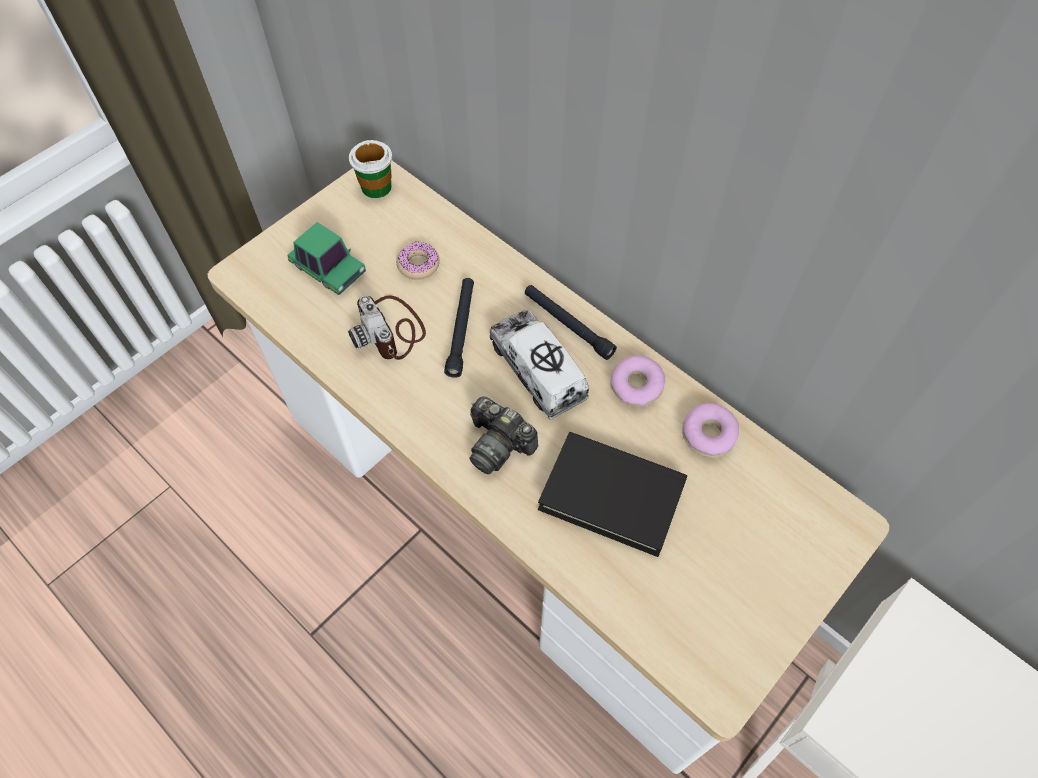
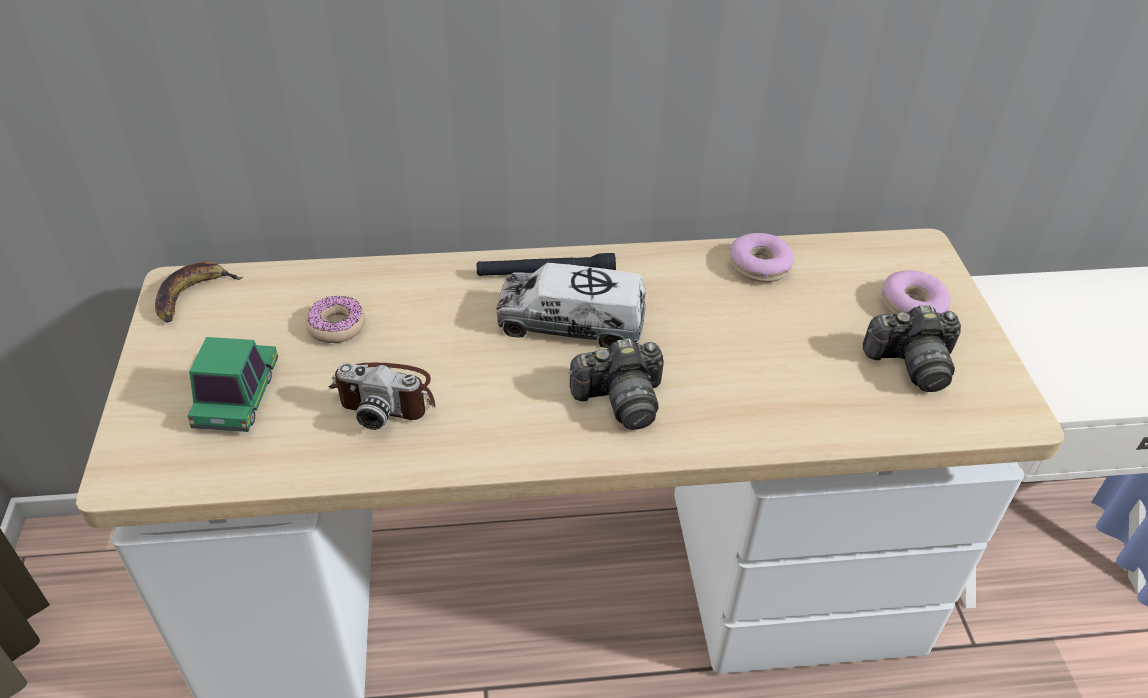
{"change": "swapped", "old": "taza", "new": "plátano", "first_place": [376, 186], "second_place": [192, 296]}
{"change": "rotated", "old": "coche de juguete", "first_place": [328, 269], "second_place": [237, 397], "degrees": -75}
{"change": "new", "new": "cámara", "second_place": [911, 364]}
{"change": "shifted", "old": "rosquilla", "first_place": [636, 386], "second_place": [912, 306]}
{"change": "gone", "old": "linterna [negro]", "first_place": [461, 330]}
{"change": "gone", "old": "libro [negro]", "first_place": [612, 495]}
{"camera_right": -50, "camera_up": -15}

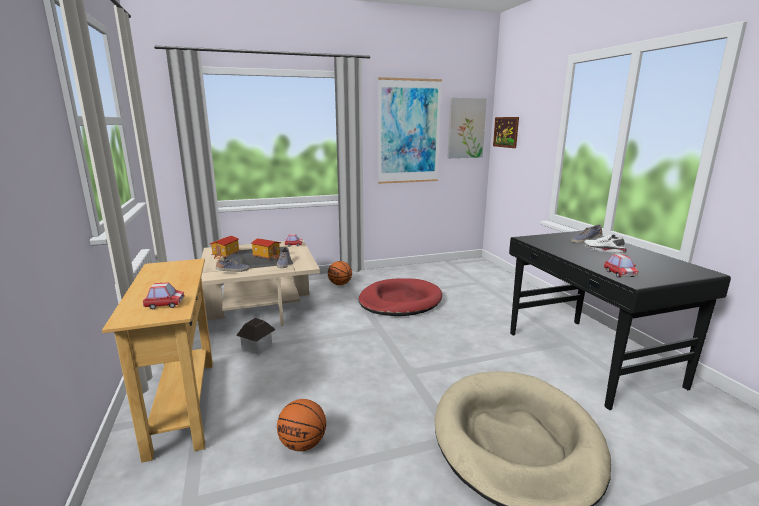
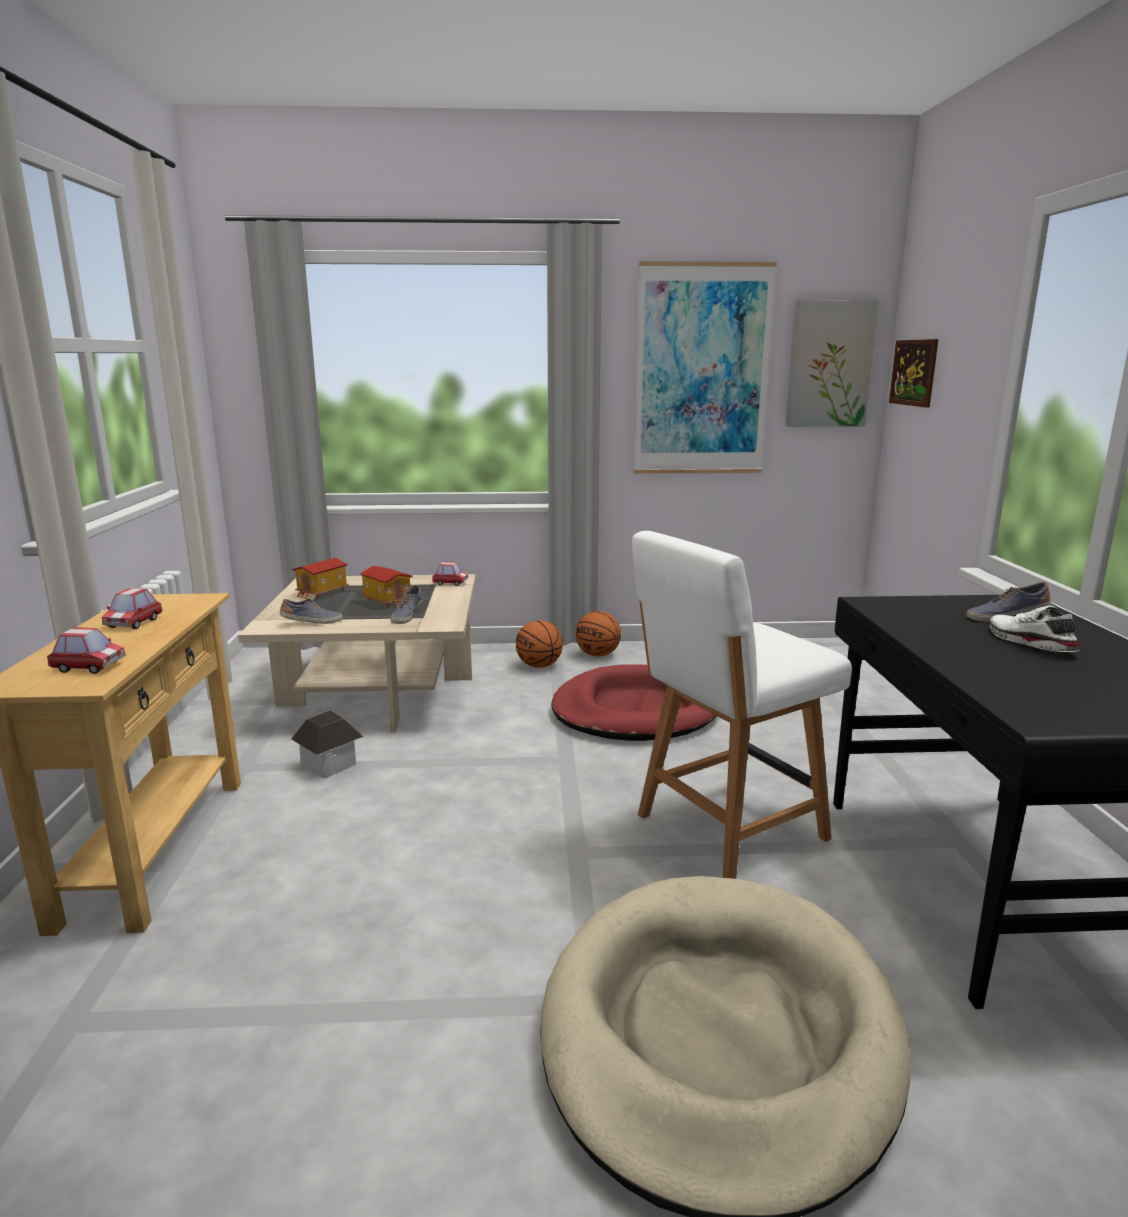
{"change": "shifted", "old": "coche de juguete", "first_place": [619, 274], "second_place": [134, 623]}
{"change": "shifted", "old": "balón de baloncesto", "first_place": [303, 444], "second_place": [598, 655]}
{"change": "new", "new": "silla [blanco]", "second_place": [726, 829]}
{"camera_right": 15, "camera_up": 0}

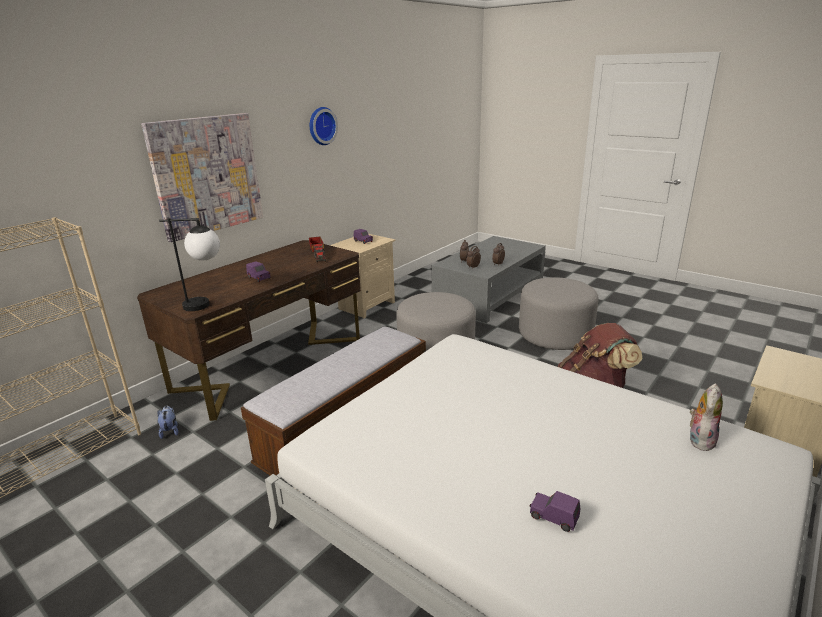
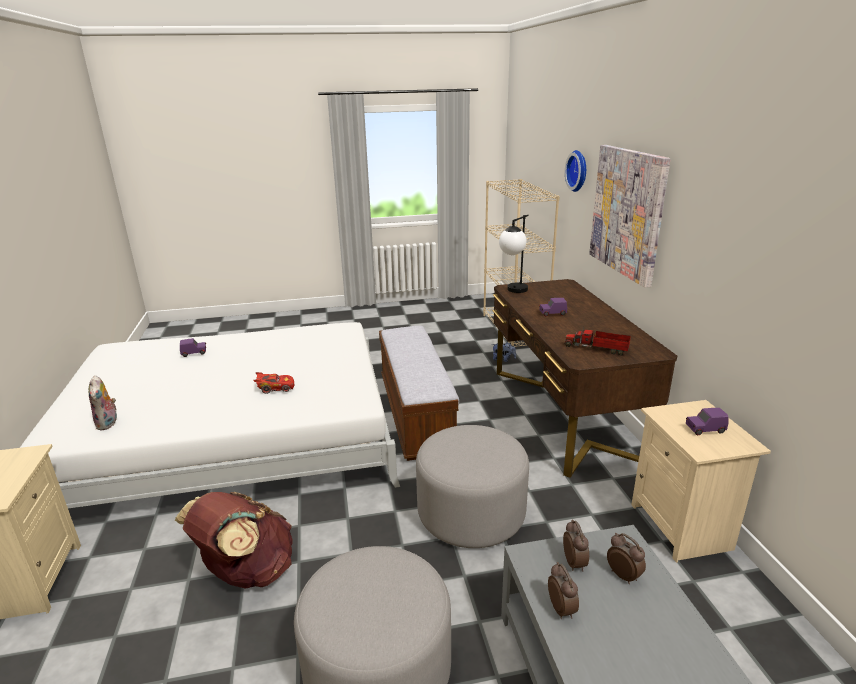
{"change": "new", "new": "coche de juguete [rojo]", "second_place": [275, 388]}
{"change": "shifted", "old": "reloj de pared", "first_place": [321, 126], "second_place": [579, 171]}
{"camera_right": 130, "camera_up": 0}

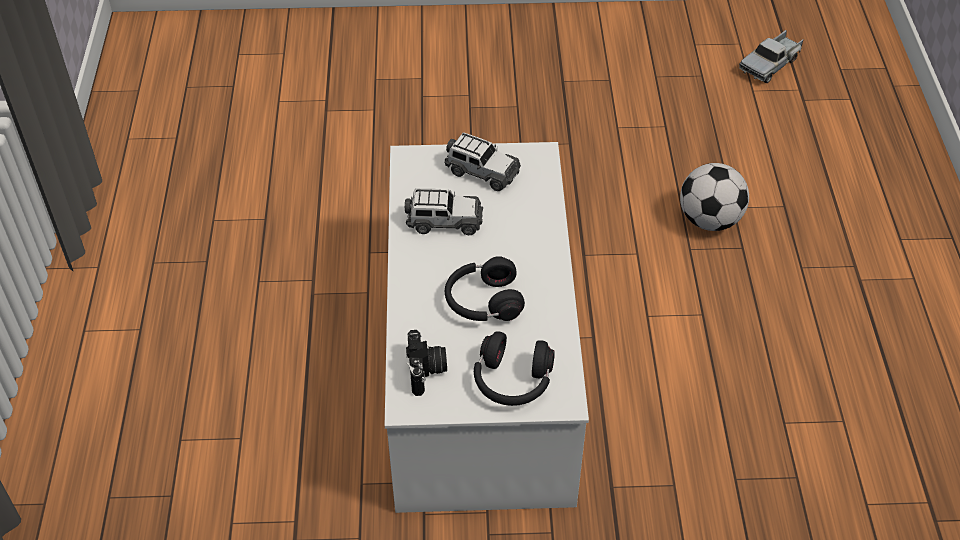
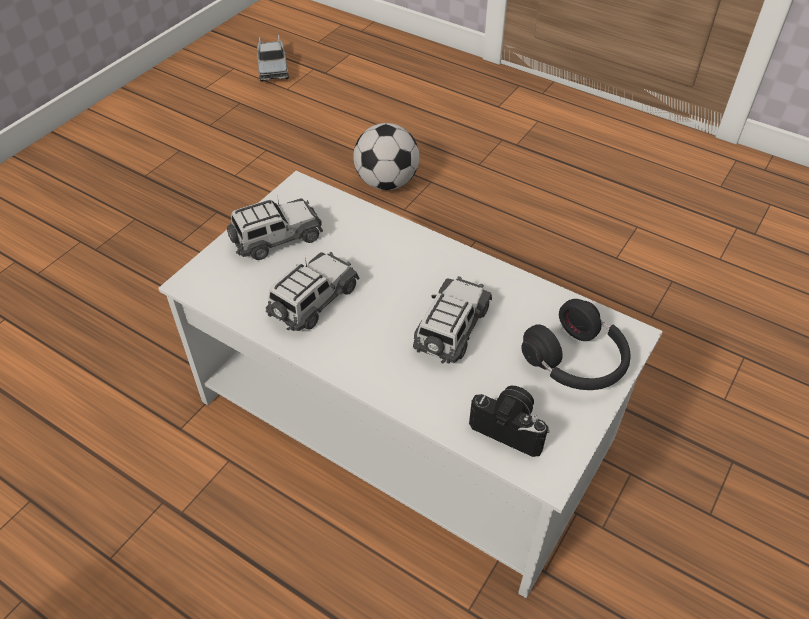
{"change": "swapped", "old": "auriculares [negro]", "new": "coche de juguete", "first_place": [482, 302], "second_place": [451, 329]}
{"camera_right": -55, "camera_up": 0}

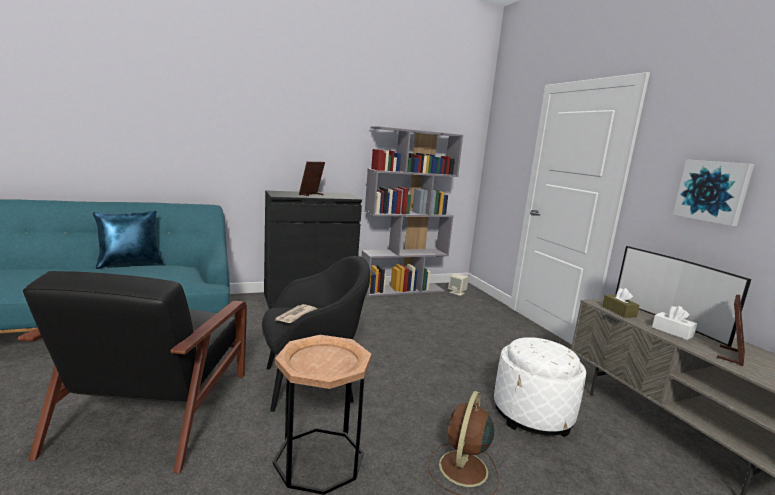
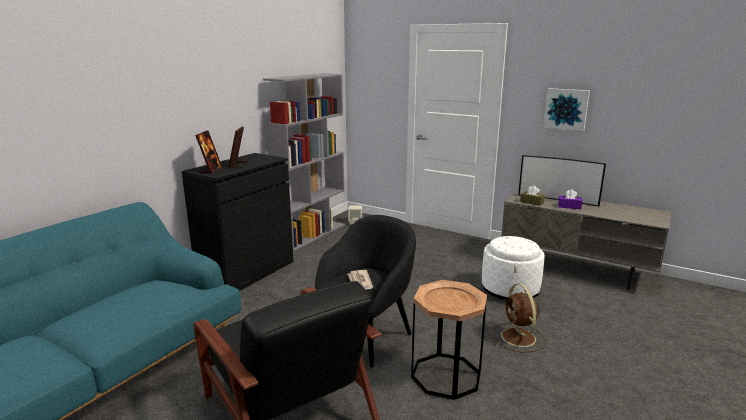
{"change": "shifted", "old": "portarretratos", "first_place": [730, 355], "second_place": [210, 170]}
{"change": "repainted", "old": "caja de pañuelos [blanco]", "new": "caja de pañuelos [morado]", "first_place": [672, 332], "second_place": [569, 206]}
{"change": "gone", "old": "cojín [azul]", "first_place": [130, 263]}
{"camera_right": -35, "camera_up": 5}

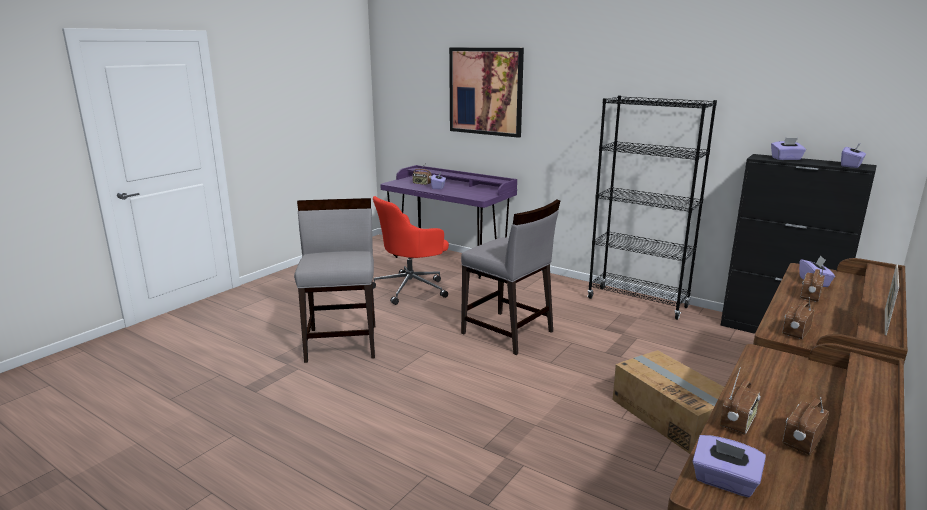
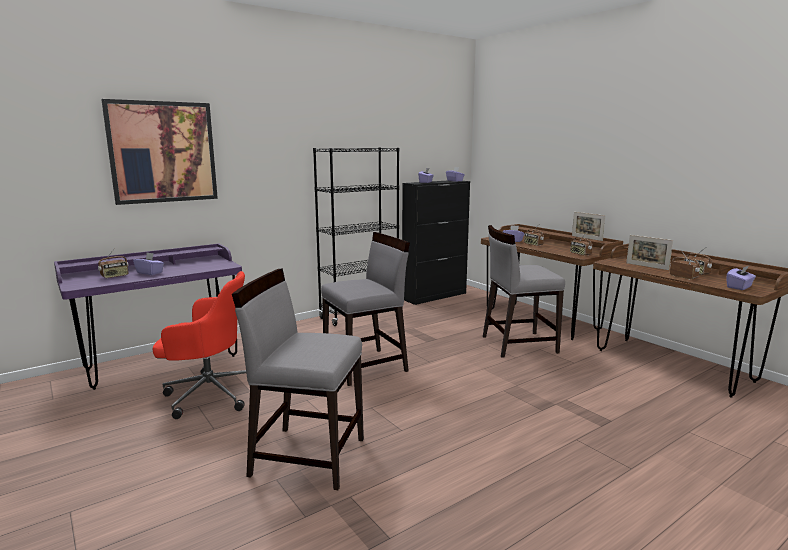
{"change": "rotated", "old": "silla de oficina [rojo]", "first_place": [411, 288], "second_place": [209, 393], "degrees": -75}
{"change": "swapped", "old": "caja de cartón", "new": "silla [gris]", "first_place": [671, 416], "second_place": [518, 344]}
{"change": "new", "new": "portarretratos", "second_place": [647, 266]}
{"camera_right": -70, "camera_up": -5}

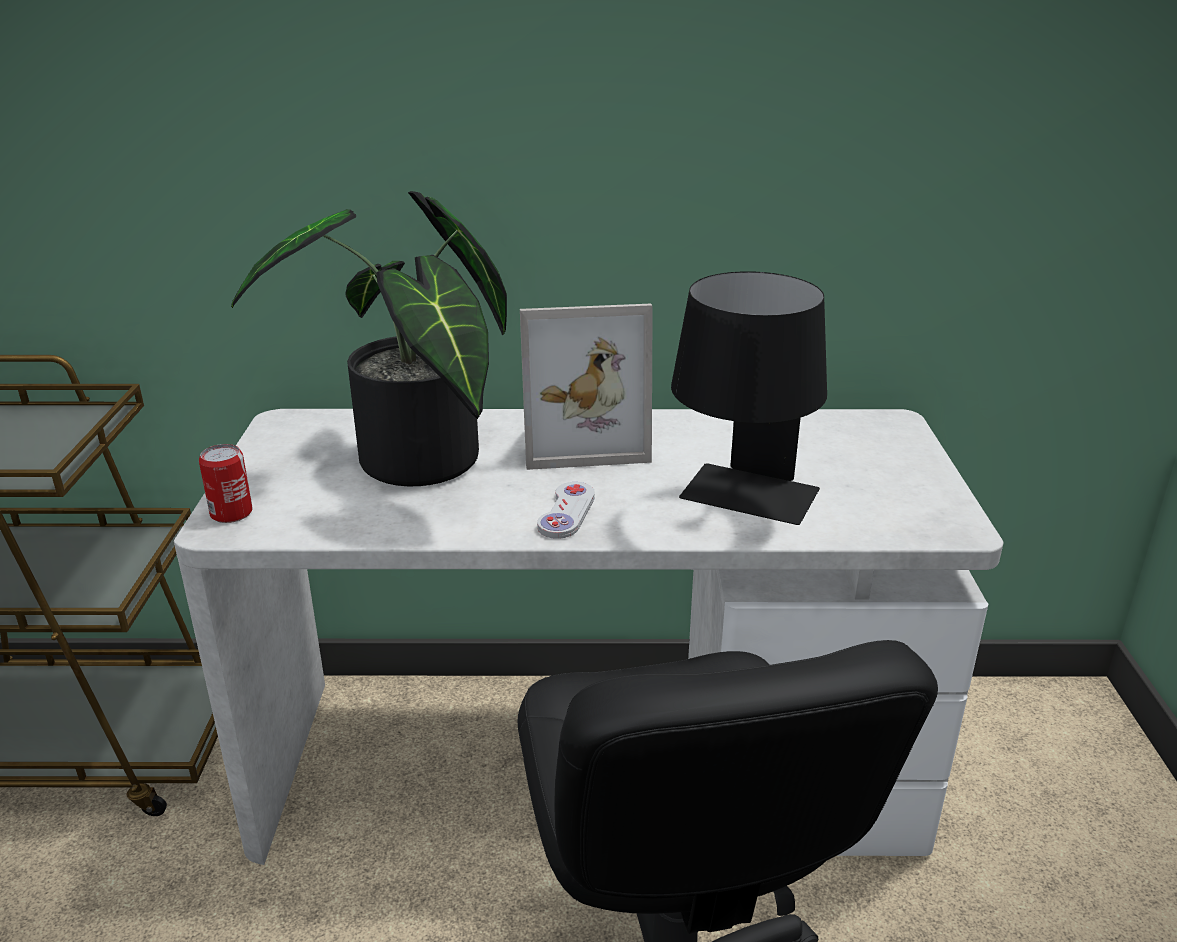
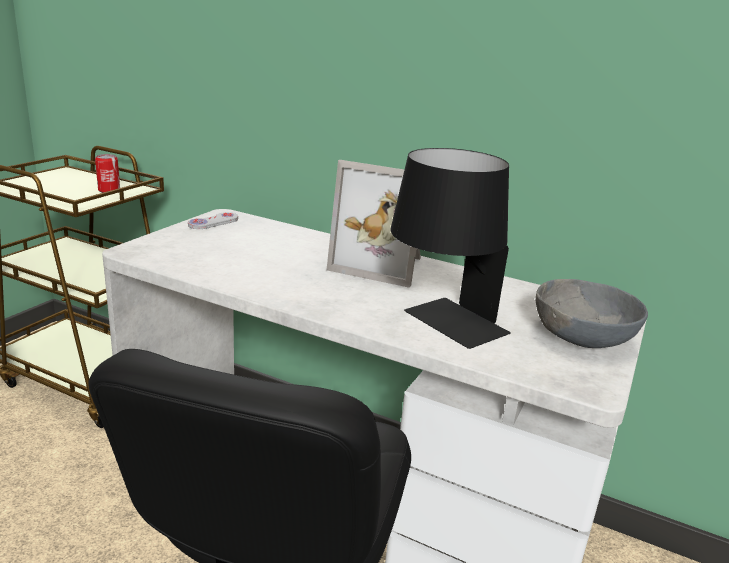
{"change": "shifted", "old": "lata", "first_place": [231, 513], "second_place": [109, 190]}
{"change": "shifted", "old": "mando de consola [blanco]", "first_place": [566, 512], "second_place": [213, 222]}
{"change": "new", "new": "cuenco [gris]", "second_place": [583, 337]}
{"change": "gone", "old": "planta en maceta", "first_place": [416, 467]}
{"camera_right": 25, "camera_up": -5}

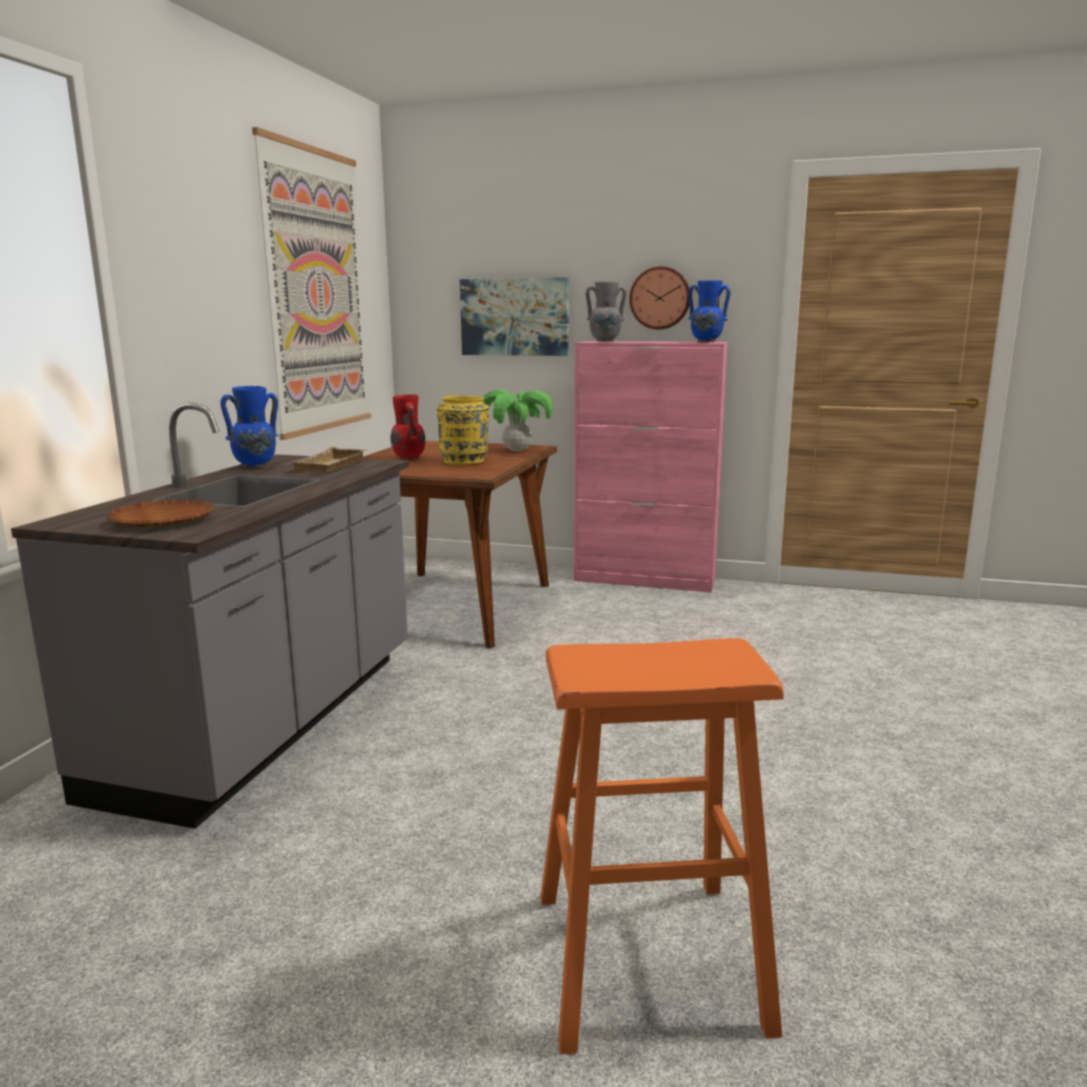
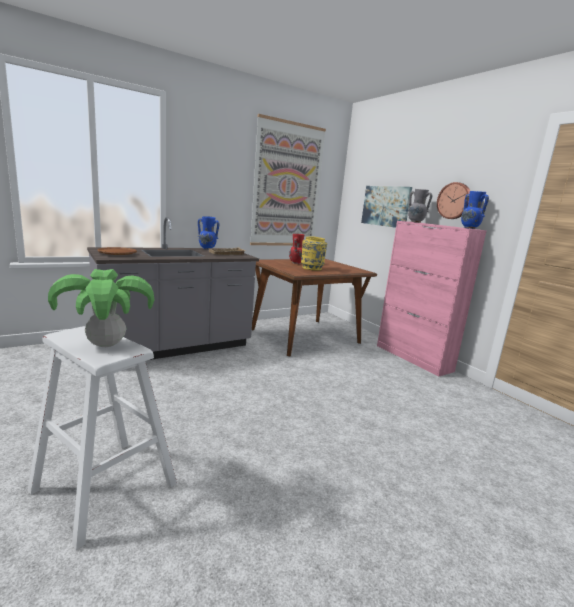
{"change": "repainted", "old": "taburete [naranja]", "new": "taburete [blanco]", "first_place": [647, 959], "second_place": [104, 487]}
{"change": "shifted", "old": "planta en maceta", "first_place": [517, 450], "second_place": [107, 344]}
{"camera_right": 40, "camera_up": 0}

